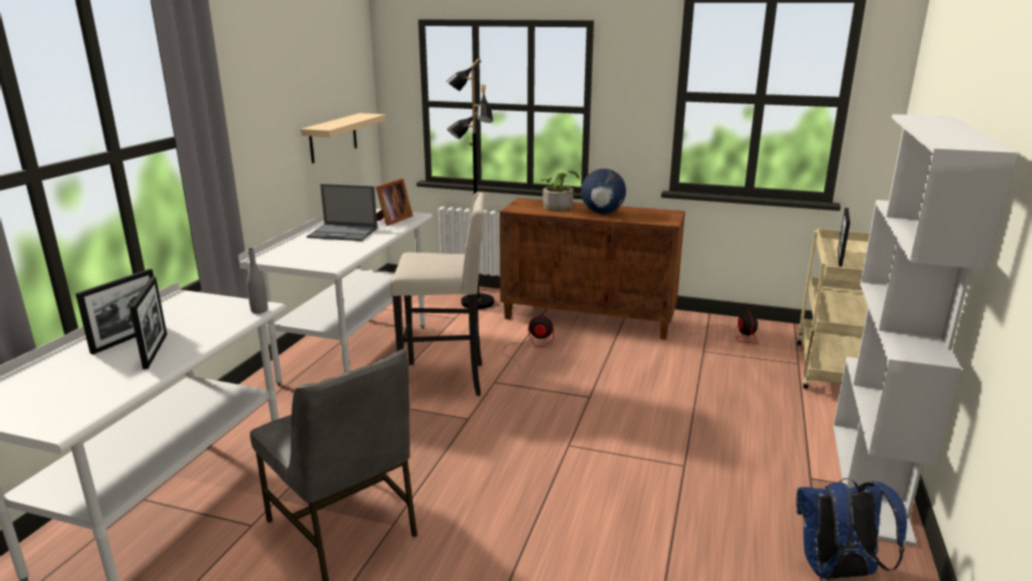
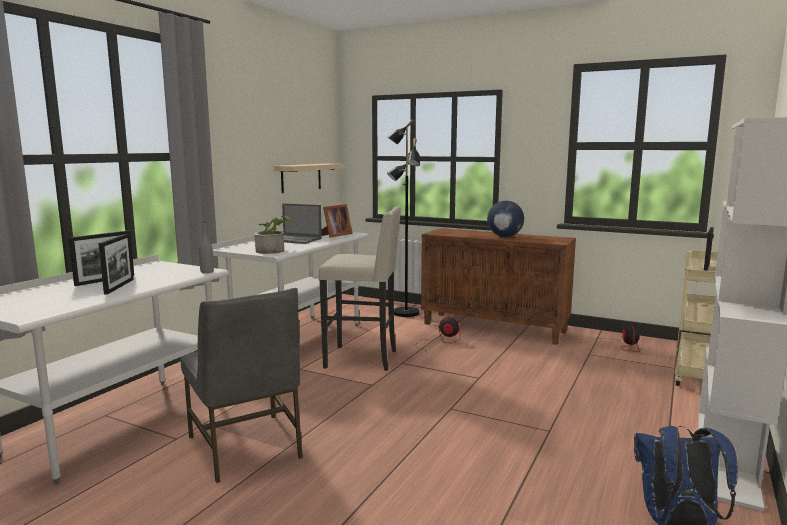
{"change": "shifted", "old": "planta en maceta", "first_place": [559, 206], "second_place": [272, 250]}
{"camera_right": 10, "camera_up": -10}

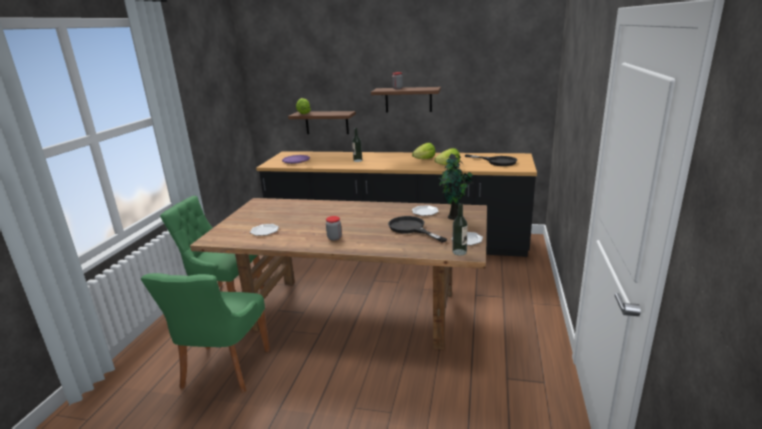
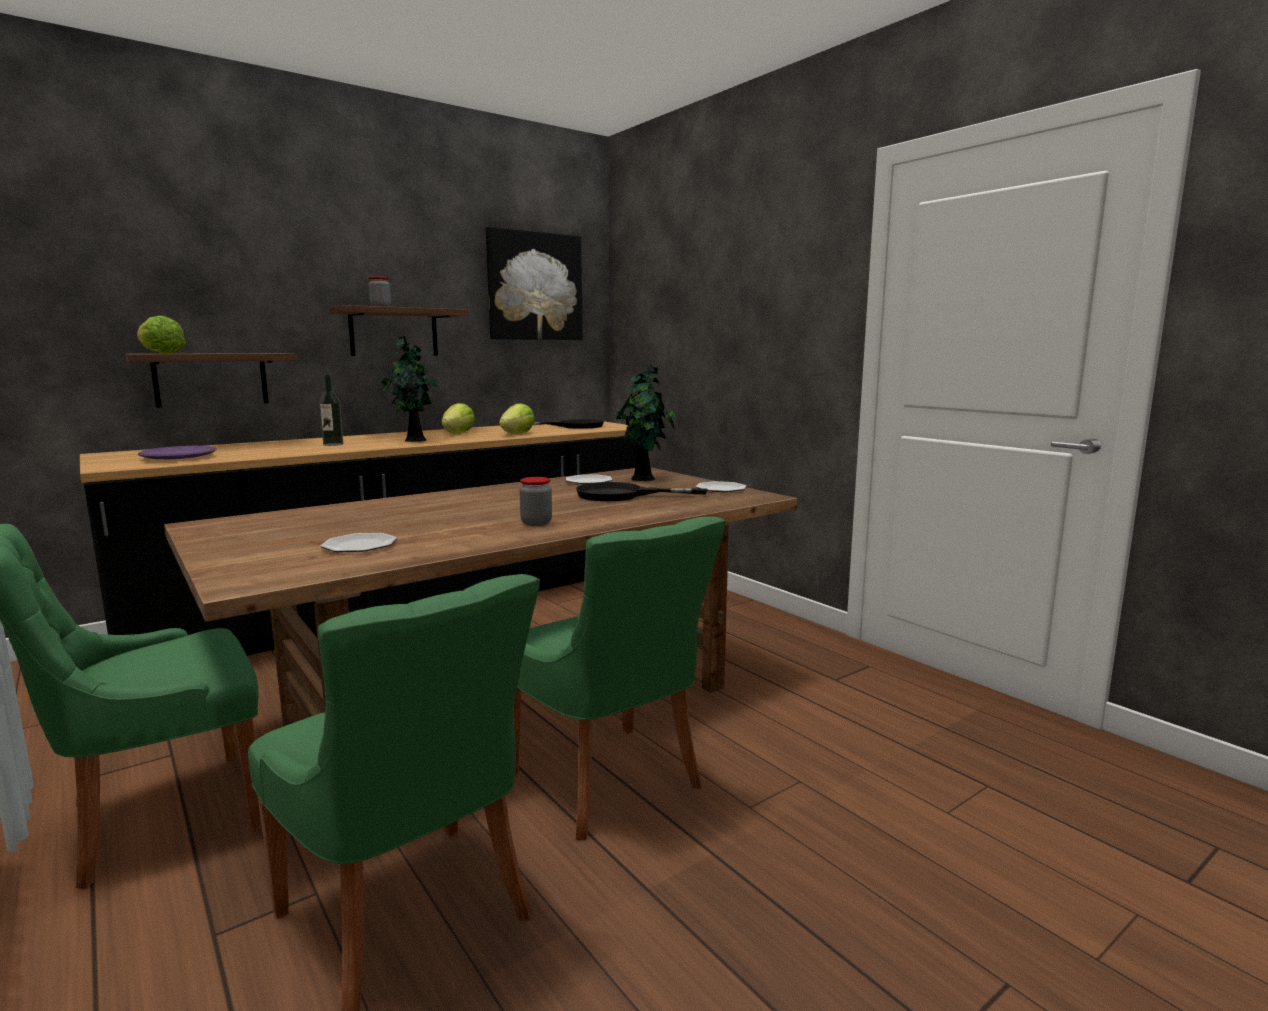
{"change": "new", "new": "planta en maceta", "second_place": [413, 440]}
{"change": "new", "new": "cuadro", "second_place": [534, 286]}
{"change": "new", "new": "silla [verde]", "second_place": [609, 783]}
{"change": "gone", "old": "botella", "first_place": [459, 252]}
{"camera_right": -50, "camera_up": -10}

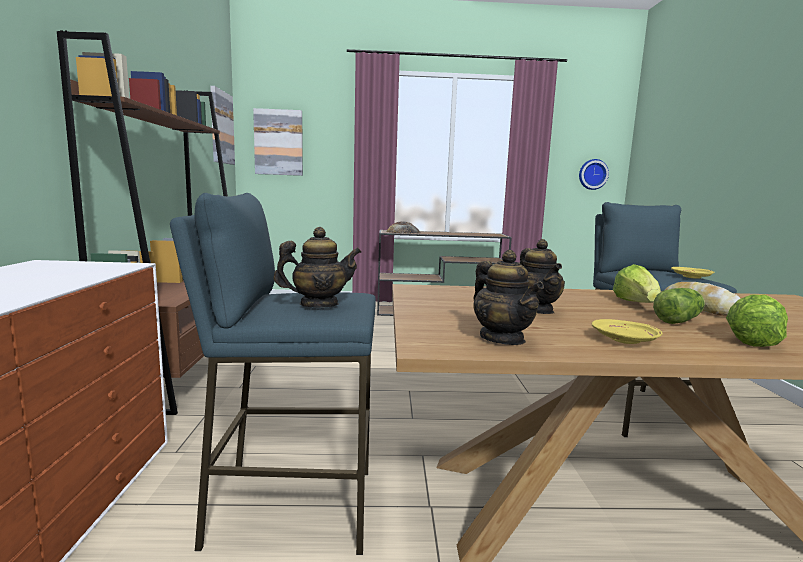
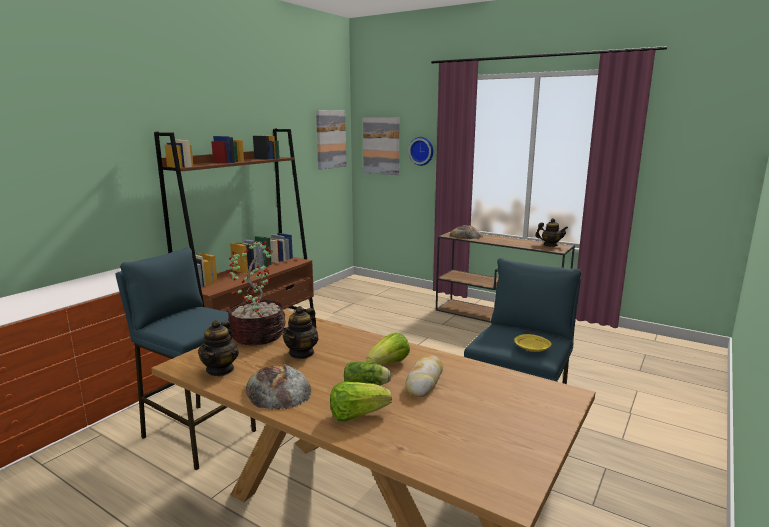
{"change": "new", "new": "planta en maceta", "second_place": [258, 335]}
{"change": "swapped", "old": "plato [amarillo]", "new": "pan", "first_place": [625, 340], "second_place": [278, 390]}
{"change": "shifted", "old": "reloj de pared", "first_place": [592, 174], "second_place": [422, 151]}
{"change": "shifted", "old": "tetera", "first_place": [318, 305], "second_place": [550, 245]}
{"camera_right": 35, "camera_up": 5}

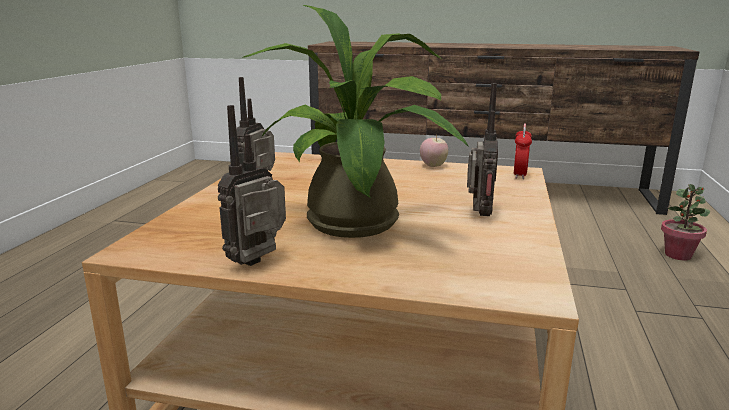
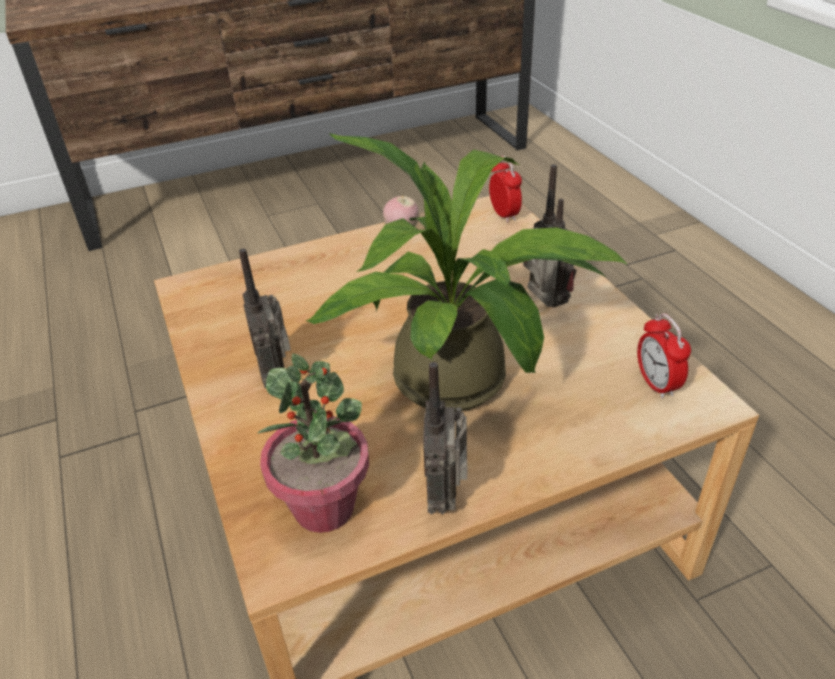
{"change": "shifted", "old": "planta en maceta", "first_place": [678, 255], "second_place": [325, 507]}
{"change": "new", "new": "despertador", "second_place": [656, 384]}
{"camera_right": -35, "camera_up": 20}

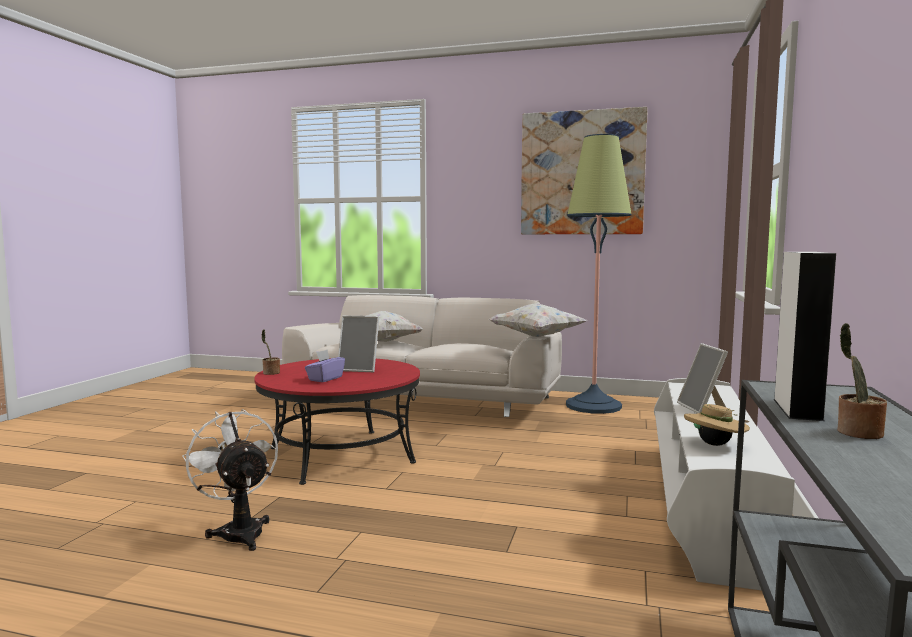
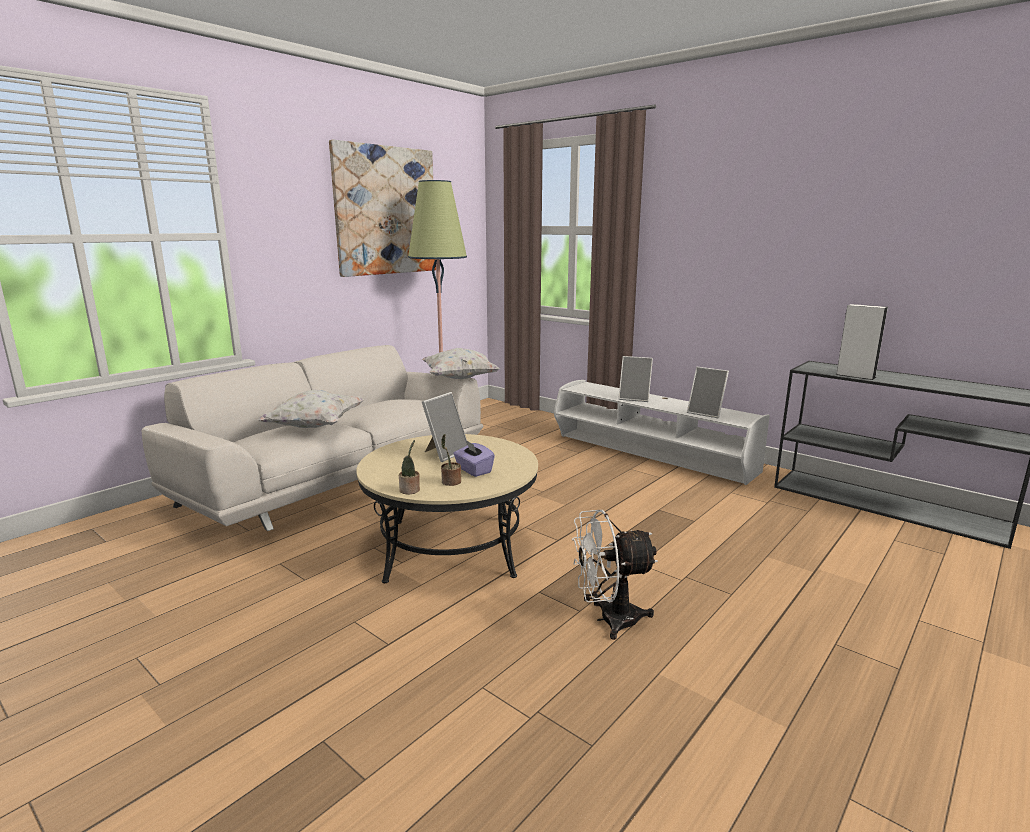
{"change": "repainted", "old": "mesa de centro [rojo]", "new": "mesa de centro [beis]", "first_place": [341, 455], "second_place": [451, 547]}
{"change": "shifted", "old": "planta en maceta", "first_place": [856, 433], "second_place": [450, 482]}
{"change": "swapped", "old": "sombrero [beis]", "new": "portarretratos", "first_place": [715, 445], "second_place": [706, 413]}
{"camera_right": -65, "camera_up": 10}

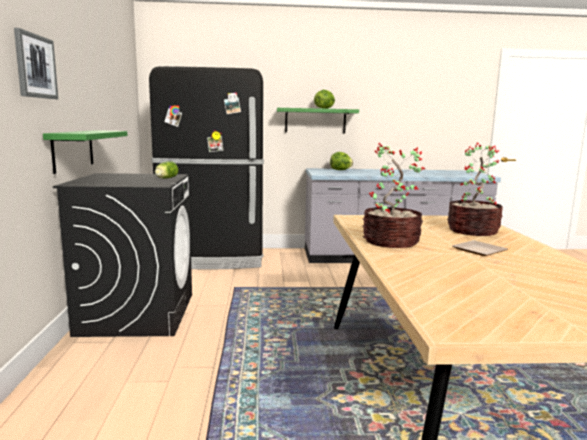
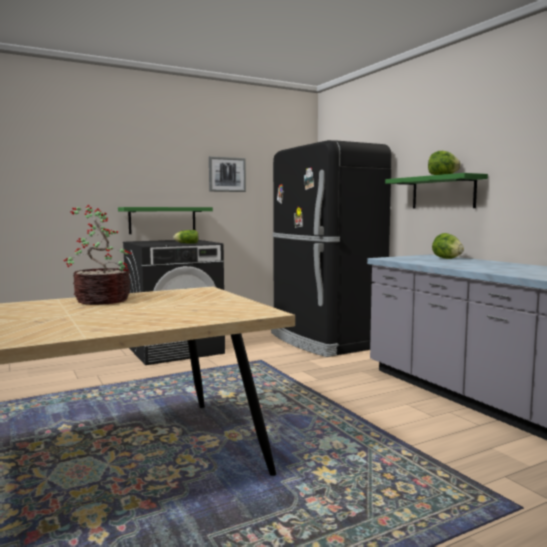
{"change": "shifted", "old": "cuadro", "first_place": [35, 66], "second_place": [227, 174]}
{"change": "gone", "old": "planta en maceta", "first_place": [473, 231]}
{"change": "gone", "old": "plato", "first_place": [477, 250]}
{"camera_right": 65, "camera_up": -5}

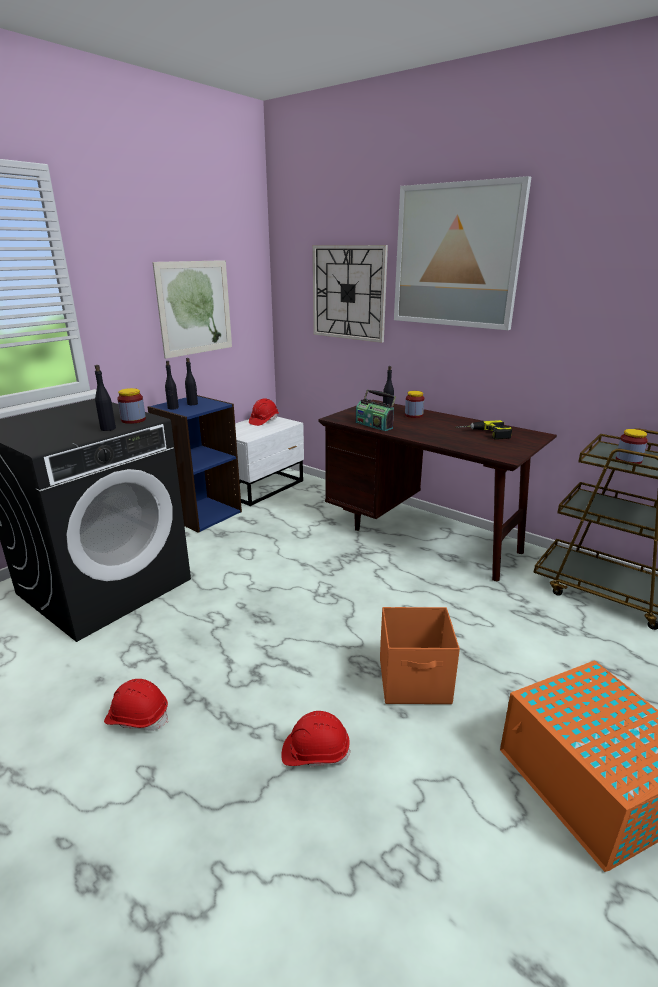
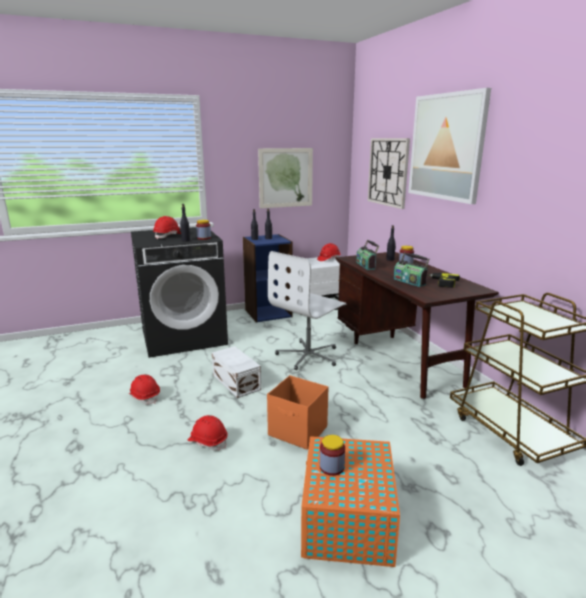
{"change": "new", "new": "casco [rojo]", "second_place": [168, 236]}
{"change": "new", "new": "caja de almacenaje [blanco]", "second_place": [236, 383]}
{"change": "new", "new": "silla de oficina [blanco]", "second_place": [308, 356]}
{"change": "shifted", "old": "tarro", "first_place": [628, 460], "second_place": [331, 467]}
{"change": "new", "new": "radio", "second_place": [410, 281]}
{"camera_right": 30, "camera_up": -5}

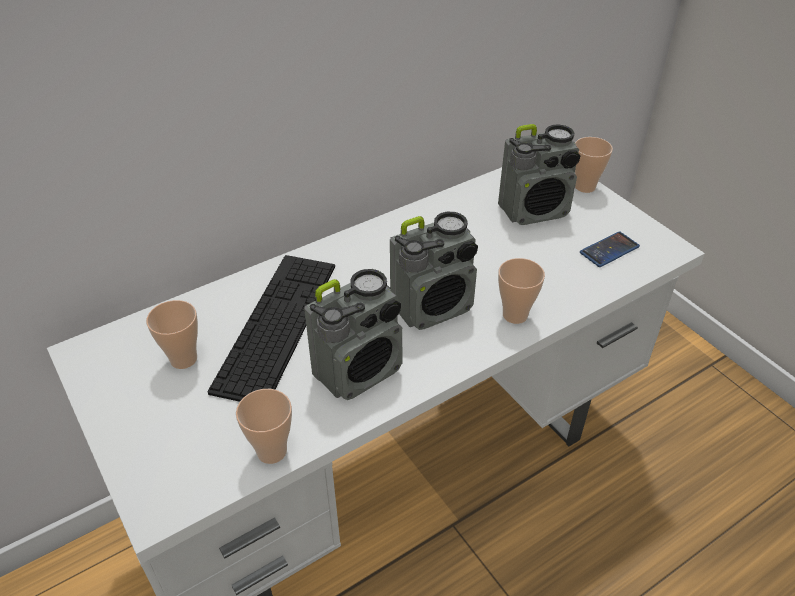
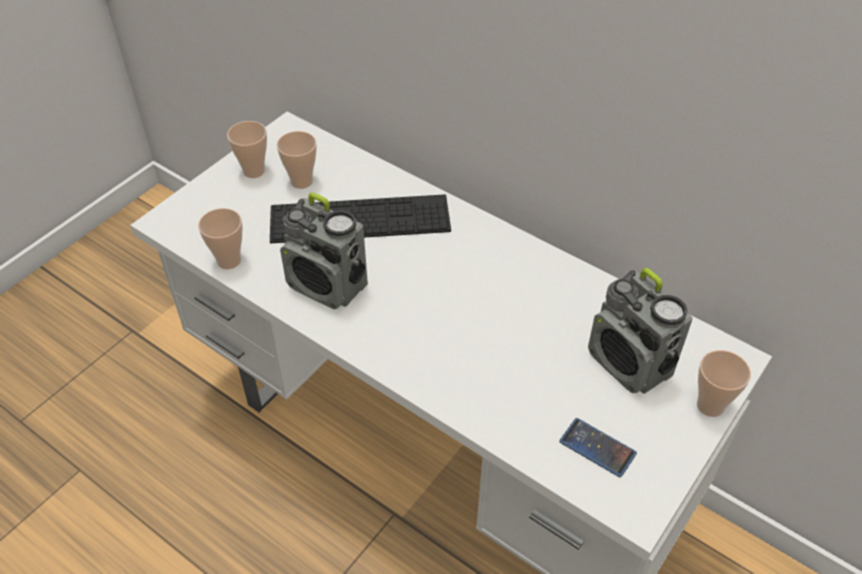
{"change": "shifted", "old": "taza", "first_place": [515, 315], "second_place": [254, 171]}
{"change": "gone", "old": "radio", "first_place": [433, 307]}
{"camera_right": 70, "camera_up": 5}

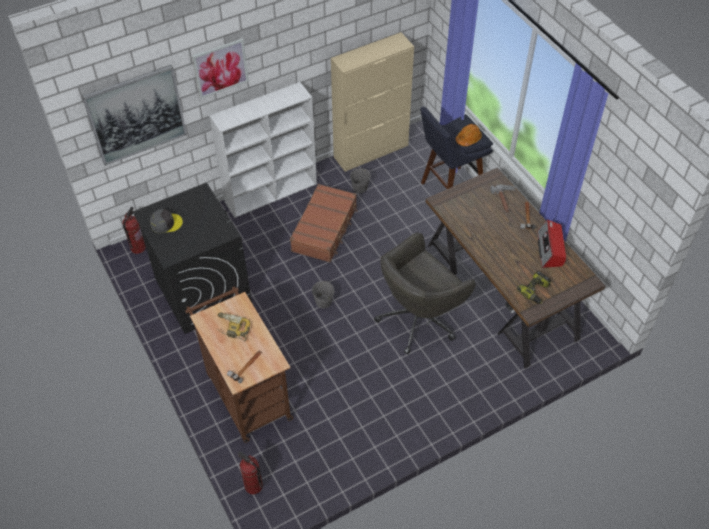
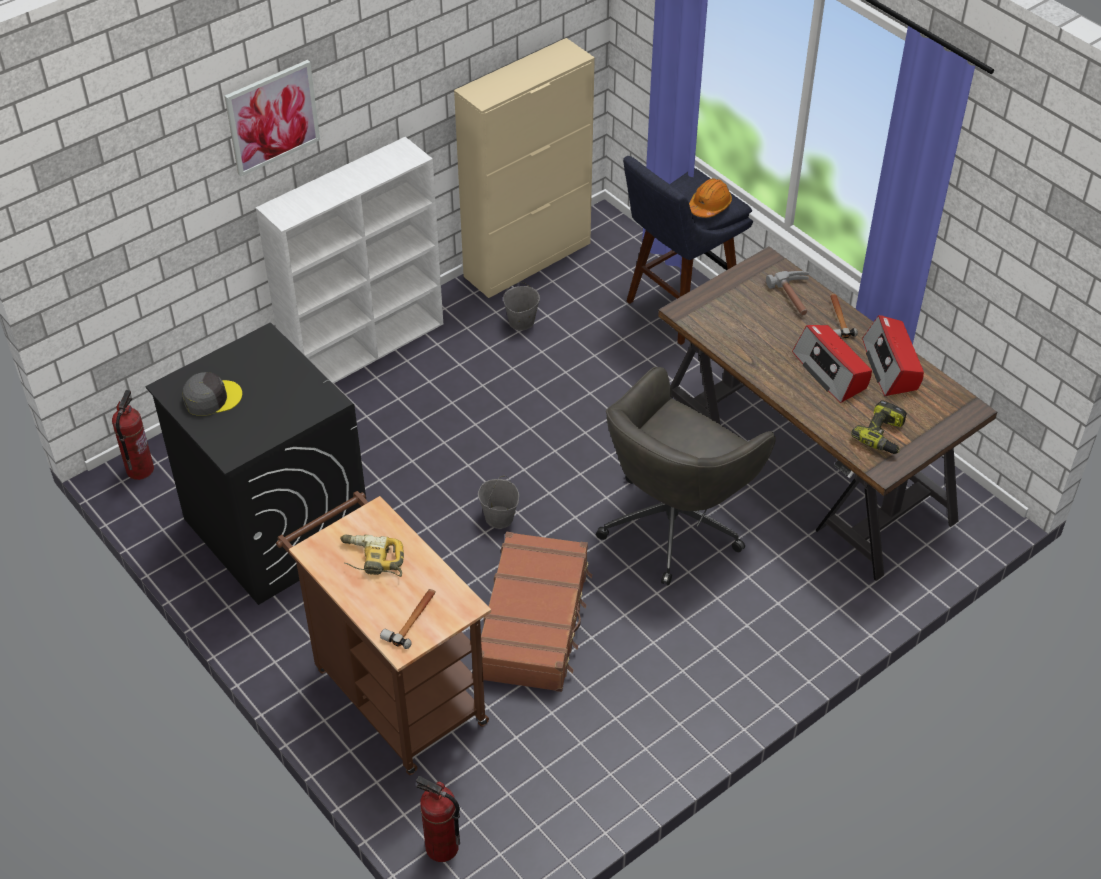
{"change": "shifted", "old": "maleta [marrón]", "first_place": [325, 229], "second_place": [535, 622]}
{"change": "new", "new": "radio", "second_place": [831, 371]}
{"change": "gone", "old": "cuadro", "first_place": [136, 115]}
{"camera_right": -10, "camera_up": -5}

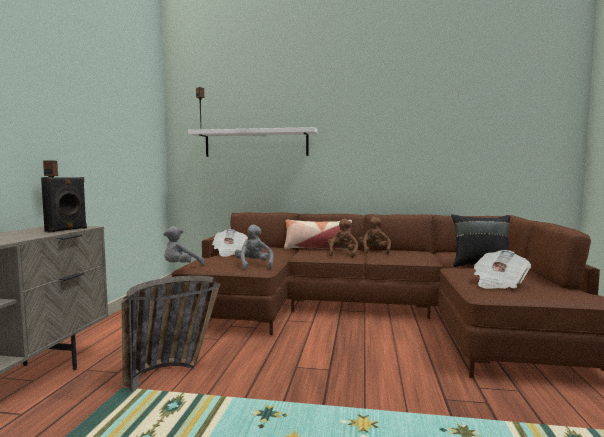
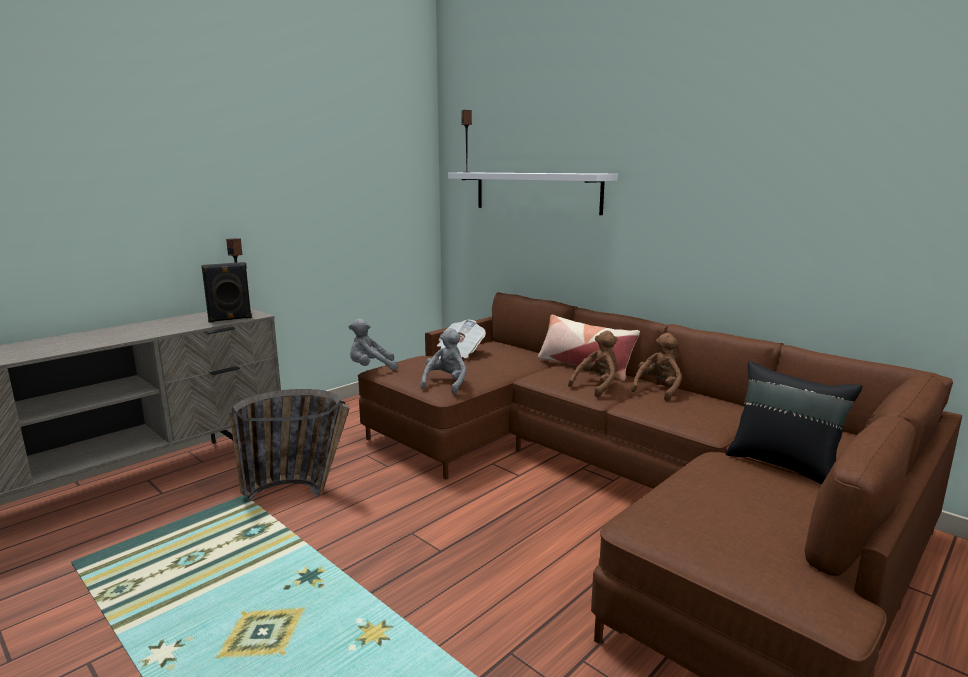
{"change": "gone", "old": "periódico", "first_place": [498, 284]}
{"camera_right": 35, "camera_up": 10}

